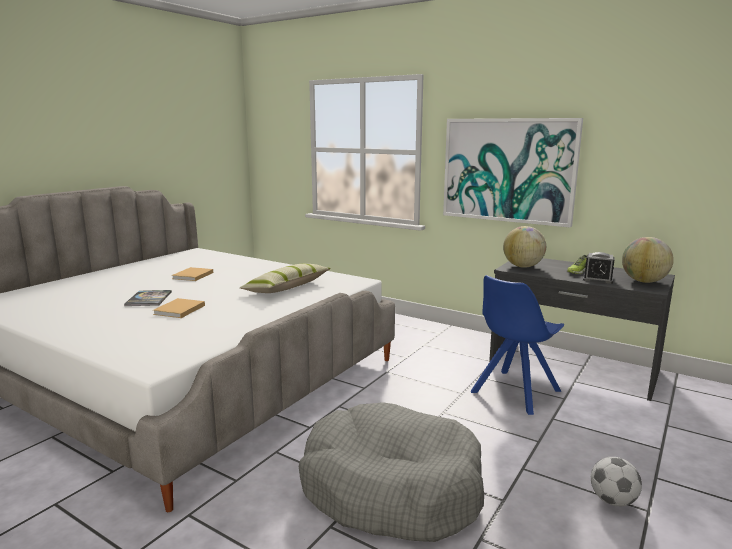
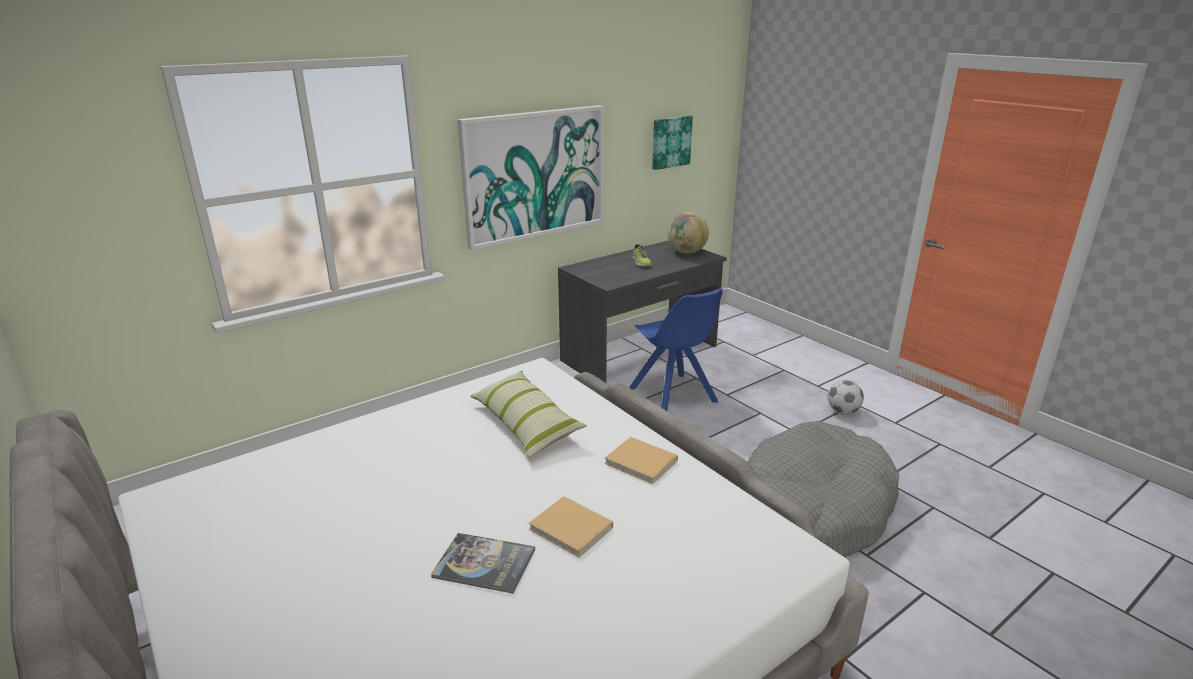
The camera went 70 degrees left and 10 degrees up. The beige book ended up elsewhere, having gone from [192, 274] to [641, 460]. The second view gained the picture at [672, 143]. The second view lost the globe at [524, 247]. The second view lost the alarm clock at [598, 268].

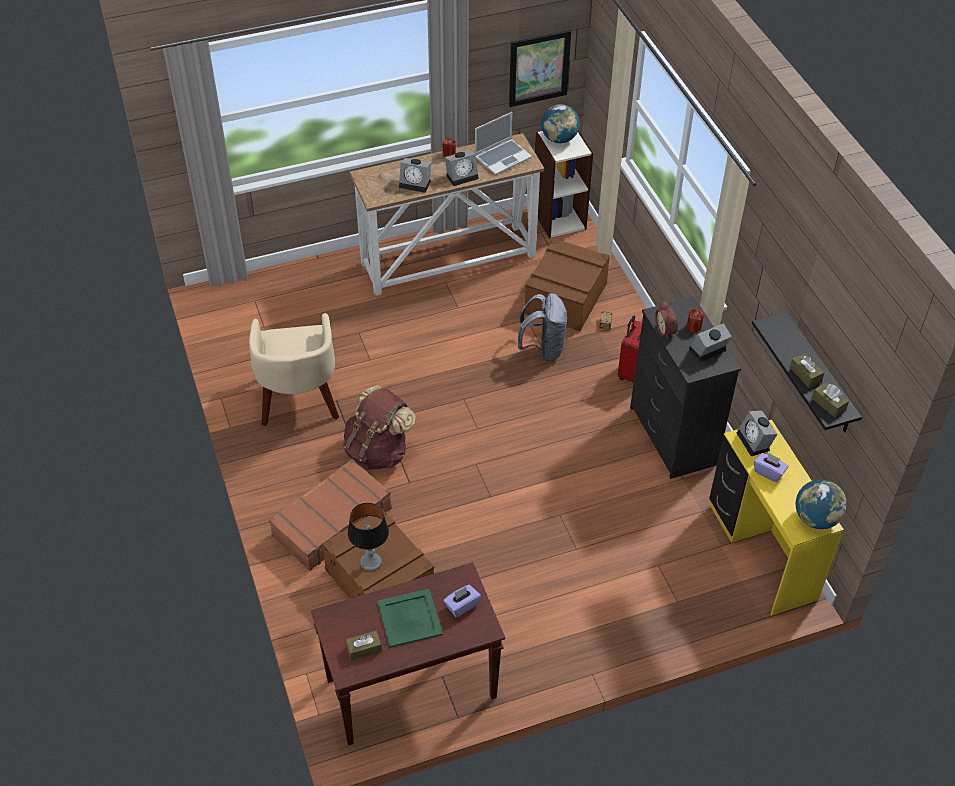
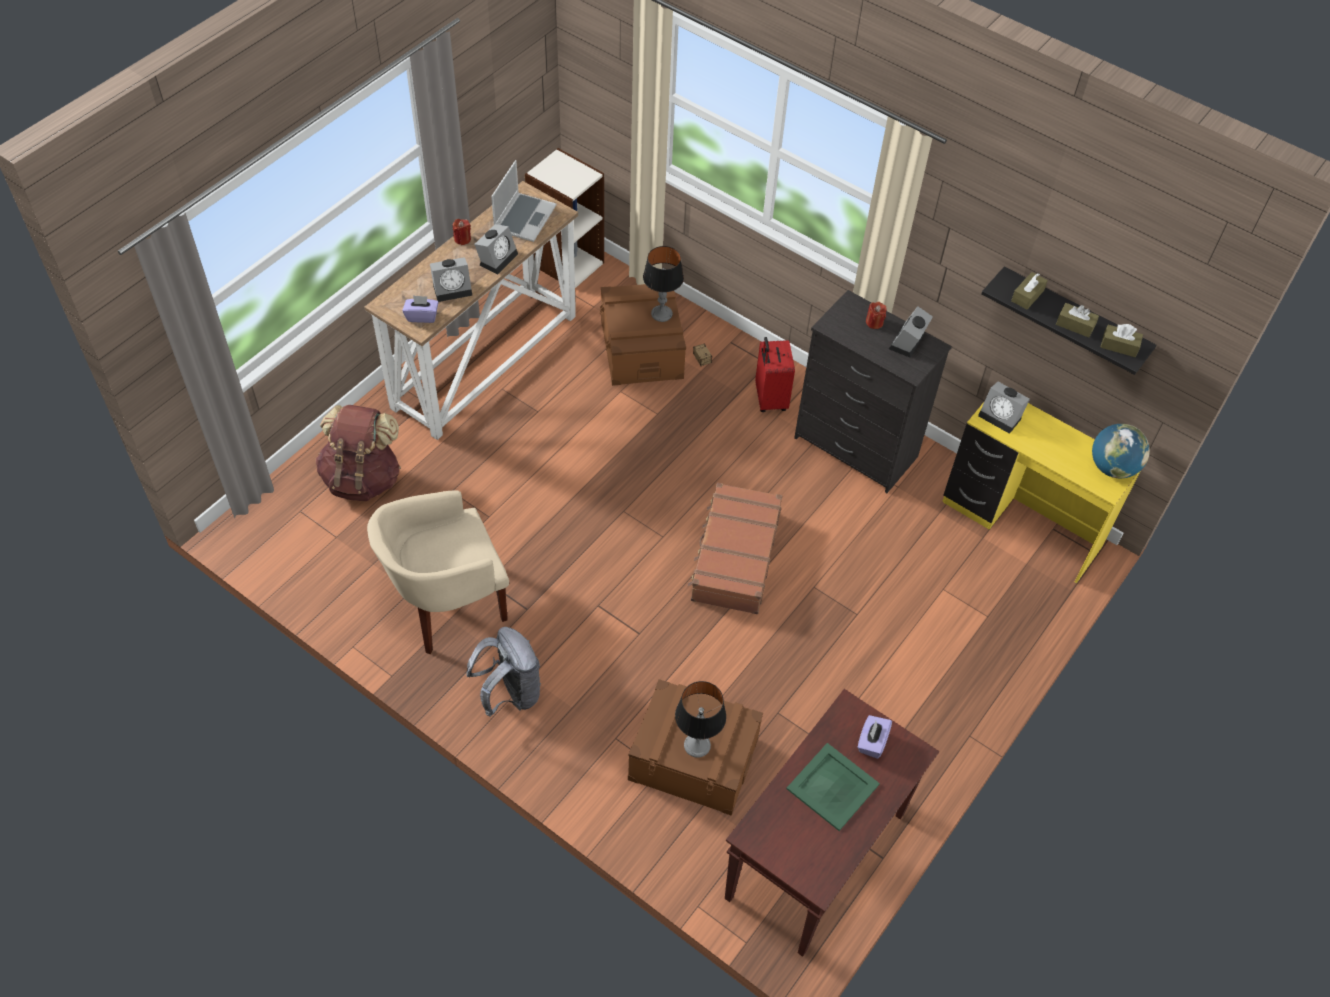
The camera went 35 degrees left and 5 degrees up. The brown backpack ended up elsewhere, having gone from [379, 427] to [358, 453]. The beige armchair at [294, 369] ended up facing another way, 105 degrees clockwise from before. The purple tissue box ended up elsewhere, having gone from [771, 467] to [421, 309]. The grey backpack ended up elsewhere, having gone from [542, 327] to [503, 672]. The second view gained the table lamp at [663, 284]. The brown suitcase ended up elsewhere, having gone from [330, 515] to [735, 548]. The brown tissue box ended up elsewhere, having gone from [364, 646] to [1029, 290]. The second view lost the picture at [540, 68]. The second view lost the globe at [560, 123]. The second view lost the alarm clock at [666, 320].

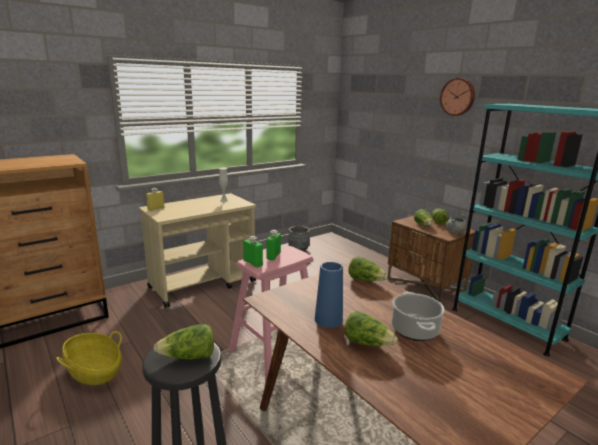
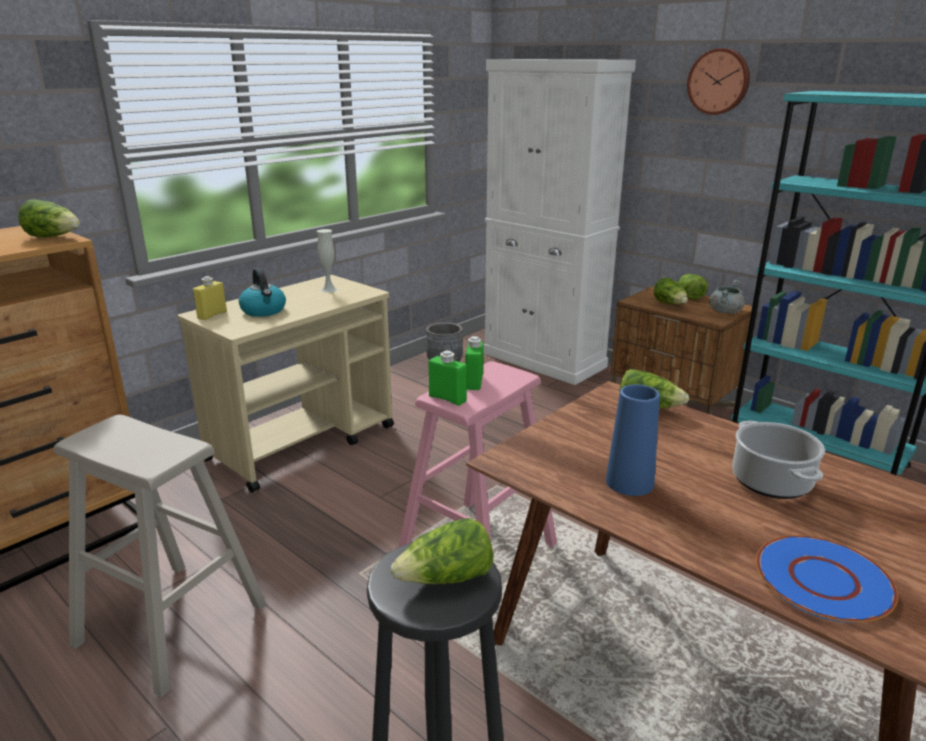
The camera went 10 degrees left and 5 degrees up. The lettuce ended up elsewhere, having gone from [371, 328] to [49, 218]. Where the basket stood at [89, 358], the beige stool came to stand at [160, 556]. The second view gained the kettle at [262, 292]. The second view gained the white cabinet at [559, 222]. The second view gained the blue plate at [827, 579].

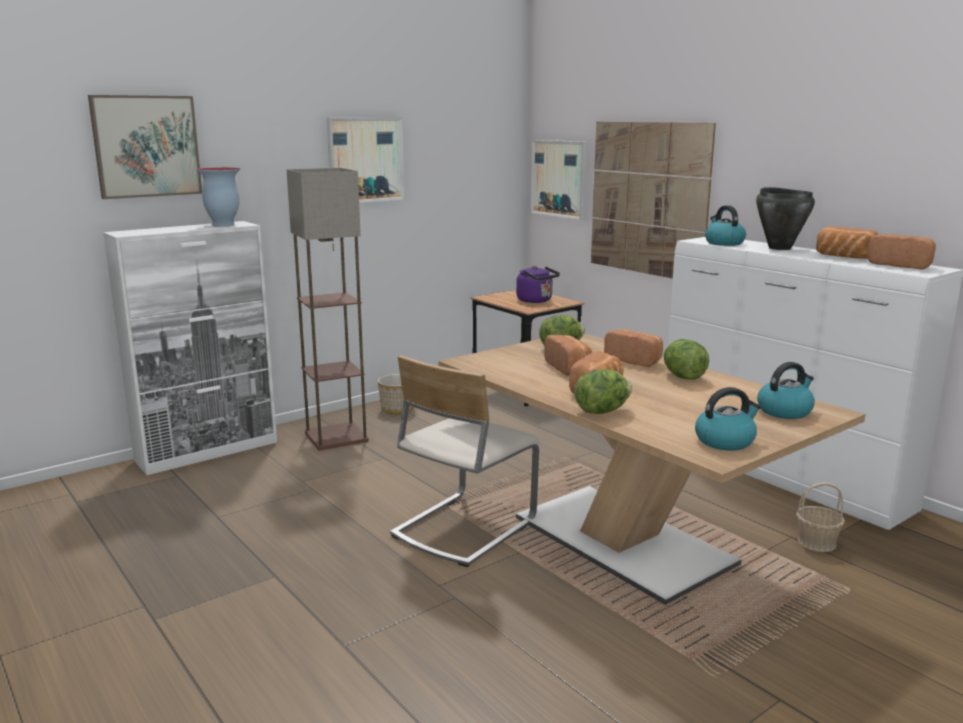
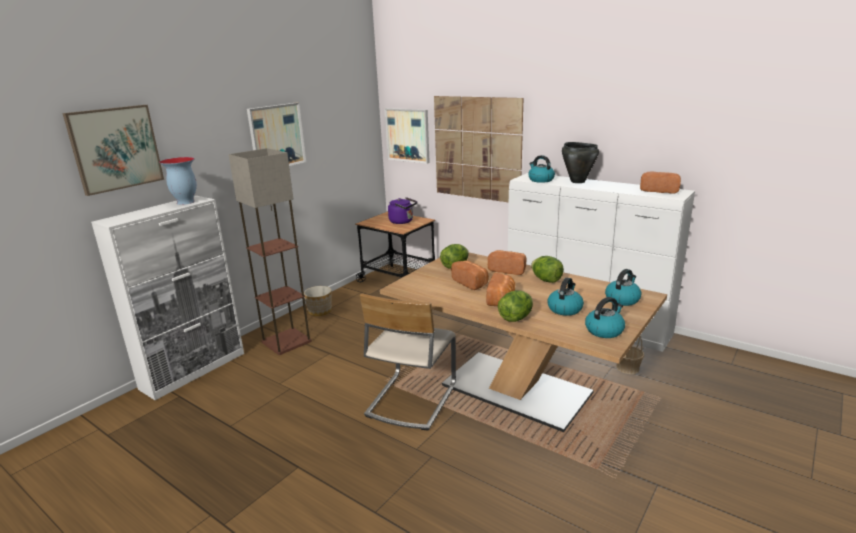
The camera went 15 degrees left and 5 degrees up. The second view gained the kettle at [565, 296]. The second view lost the bread at [847, 242].

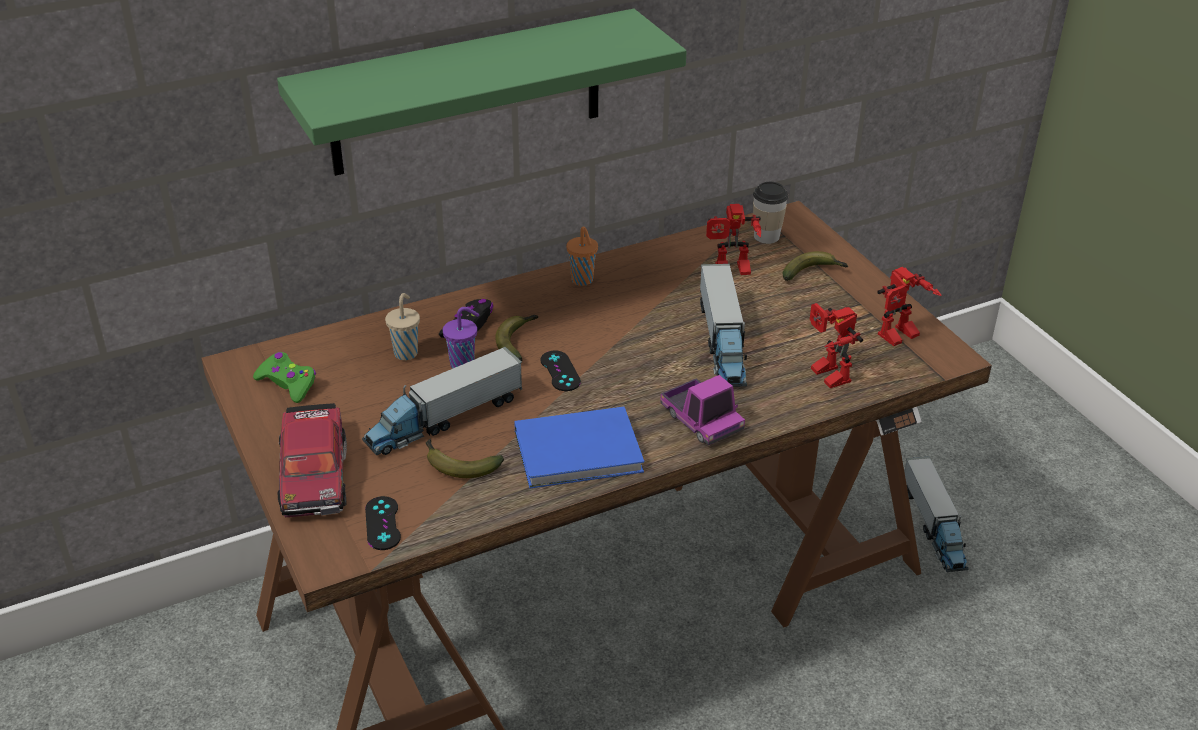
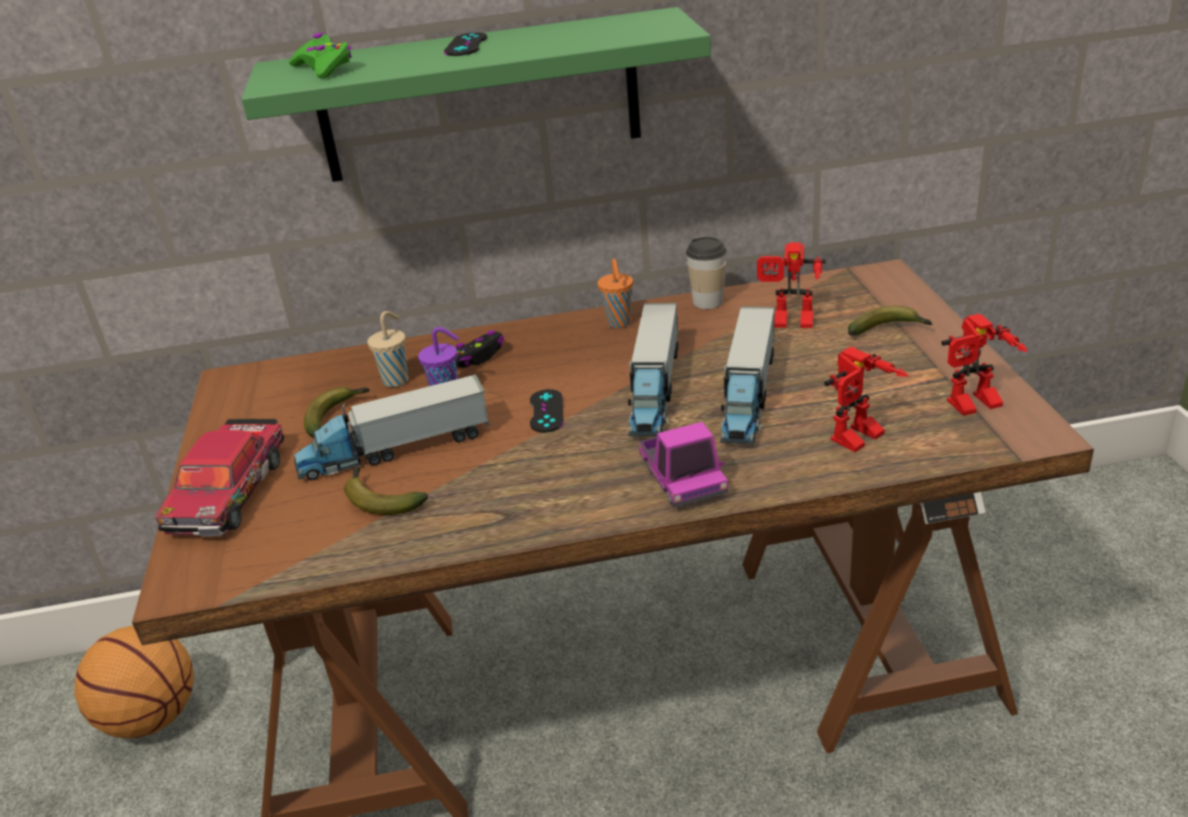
The camera went 20 degrees right and 5 degrees down. The second view gained the basketball at [134, 682]. The green game controller ended up elsewhere, having gone from [284, 377] to [320, 55]. The banana ended up elsewhere, having gone from [516, 338] to [337, 412]. The black game controller ended up elsewhere, having gone from [383, 523] to [465, 44]. The toy truck ended up elsewhere, having gone from [936, 514] to [653, 370]. The cup ended up elsewhere, having gone from [770, 213] to [706, 273]. The toy robot at [836, 345] ended up facing another way, 120 degrees counterclockwise from before. The second view lost the blue book at [579, 447].

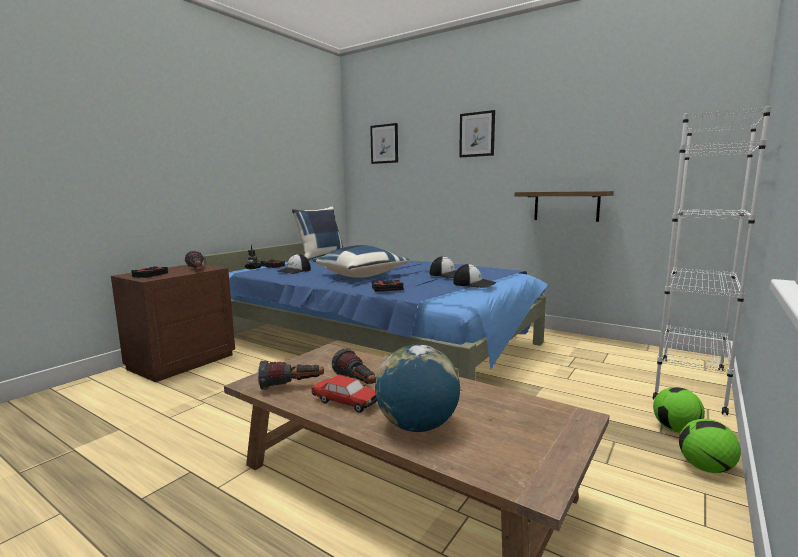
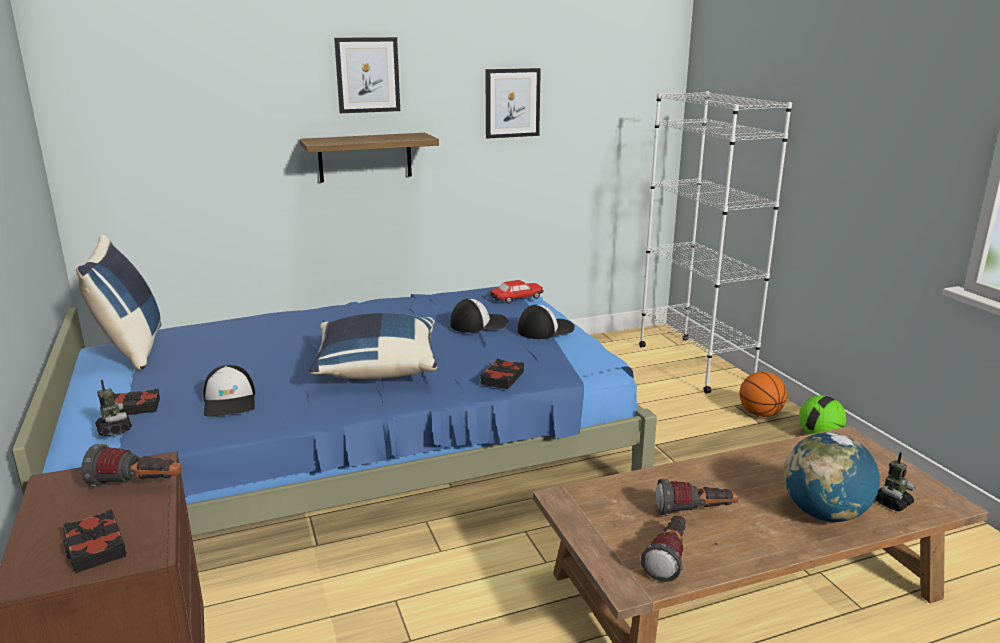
The camera went 55 degrees left and 10 degrees up. The shelf ended up elsewhere, having gone from [564, 206] to [369, 158]. The picture ended up elsewhere, having gone from [384, 143] to [513, 103]. The toy car ended up elsewhere, having gone from [344, 394] to [516, 291]. Where the football stood at [679, 409], the basketball came to stand at [763, 394]. The second view gained the toy robot at [895, 481].

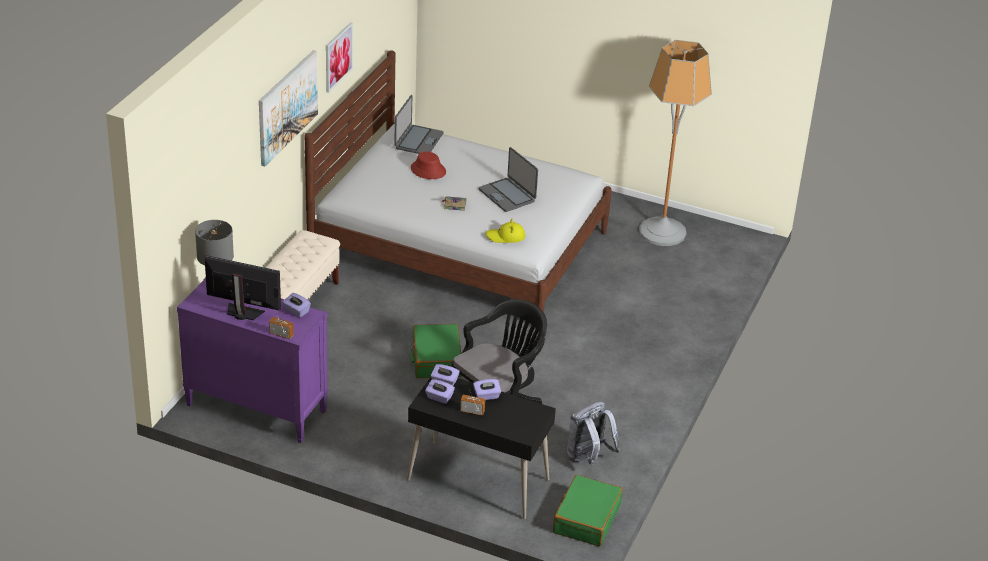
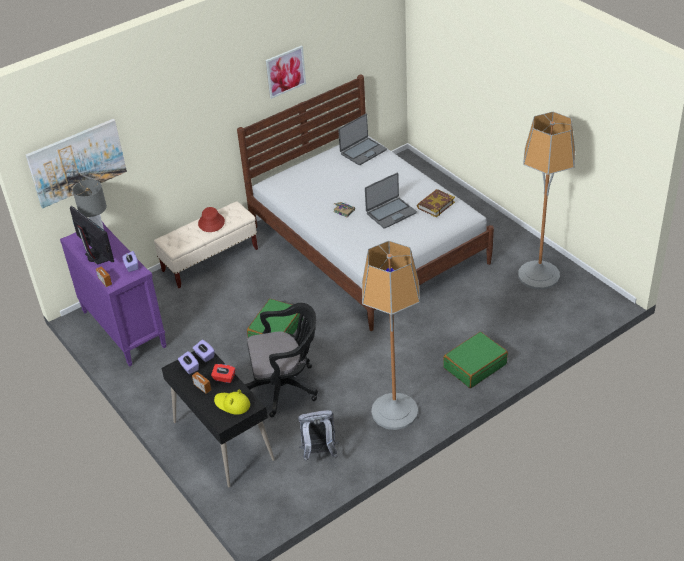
The camera went 35 degrees right and 5 degrees up. The picture ended up elsewhere, having gone from [288, 108] to [76, 163]. The red hat ended up elsewhere, having gone from [428, 165] to [211, 219]. What was the purple tissue box at [487, 389] turned into the red tissue box at [223, 373]. The yellow hat ended up elsewhere, having gone from [505, 231] to [232, 402]. The second view gained the floor lamp at [391, 335]. The laptop at [508, 179] ended up facing another way, 120 degrees counterclockwise from before. The second view gained the book at [436, 203]. The green suitcase ended up elsewhere, having gone from [588, 510] to [475, 360].

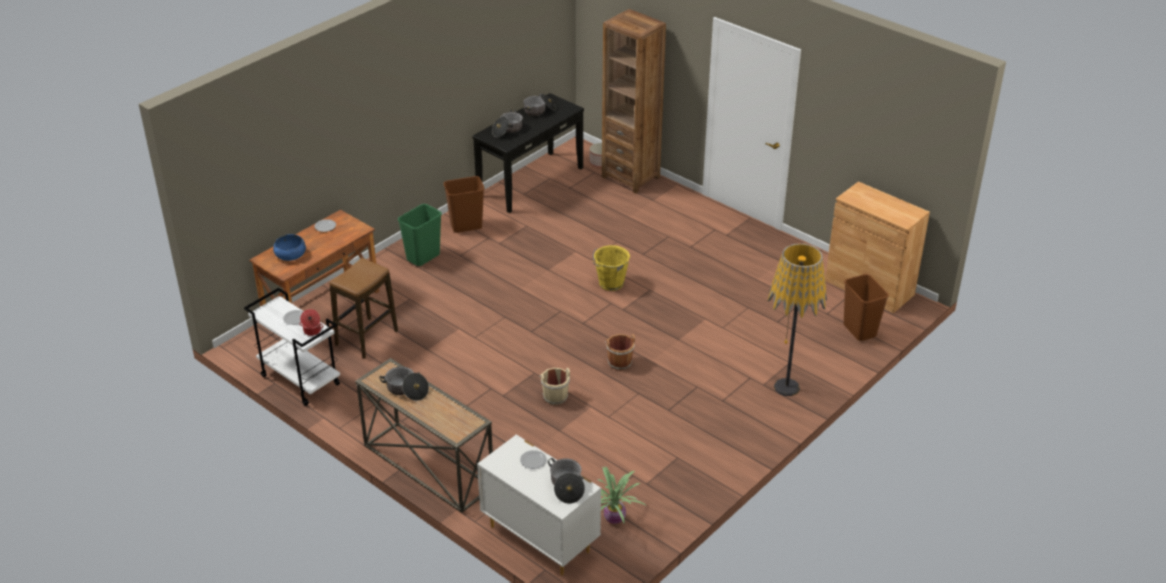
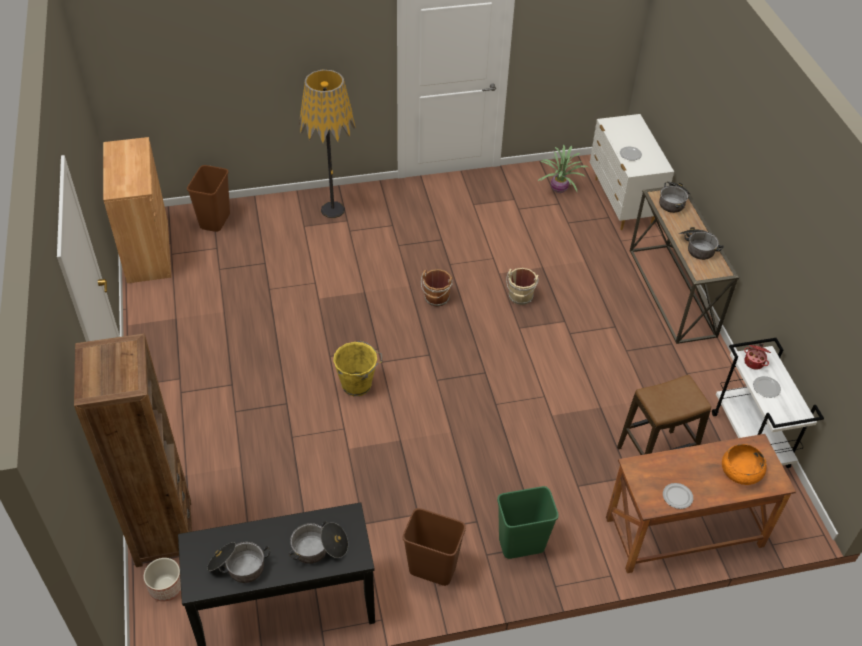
The camera went 145 degrees left and 10 degrees up. The cooking pot ended up elsewhere, having gone from [566, 481] to [674, 197]. What was the blue bowl at [289, 247] turned into the orange bowl at [744, 464].

